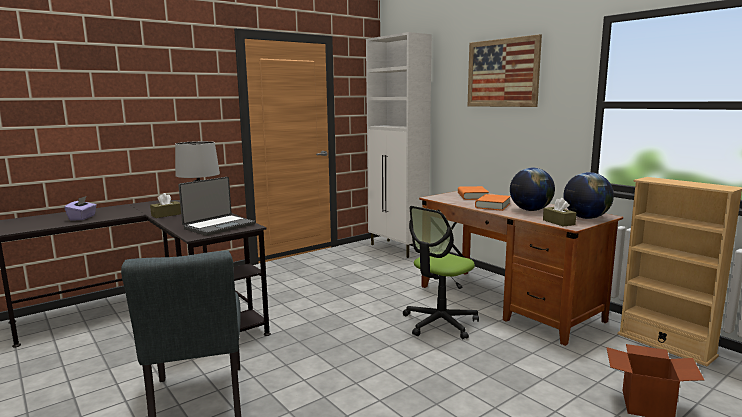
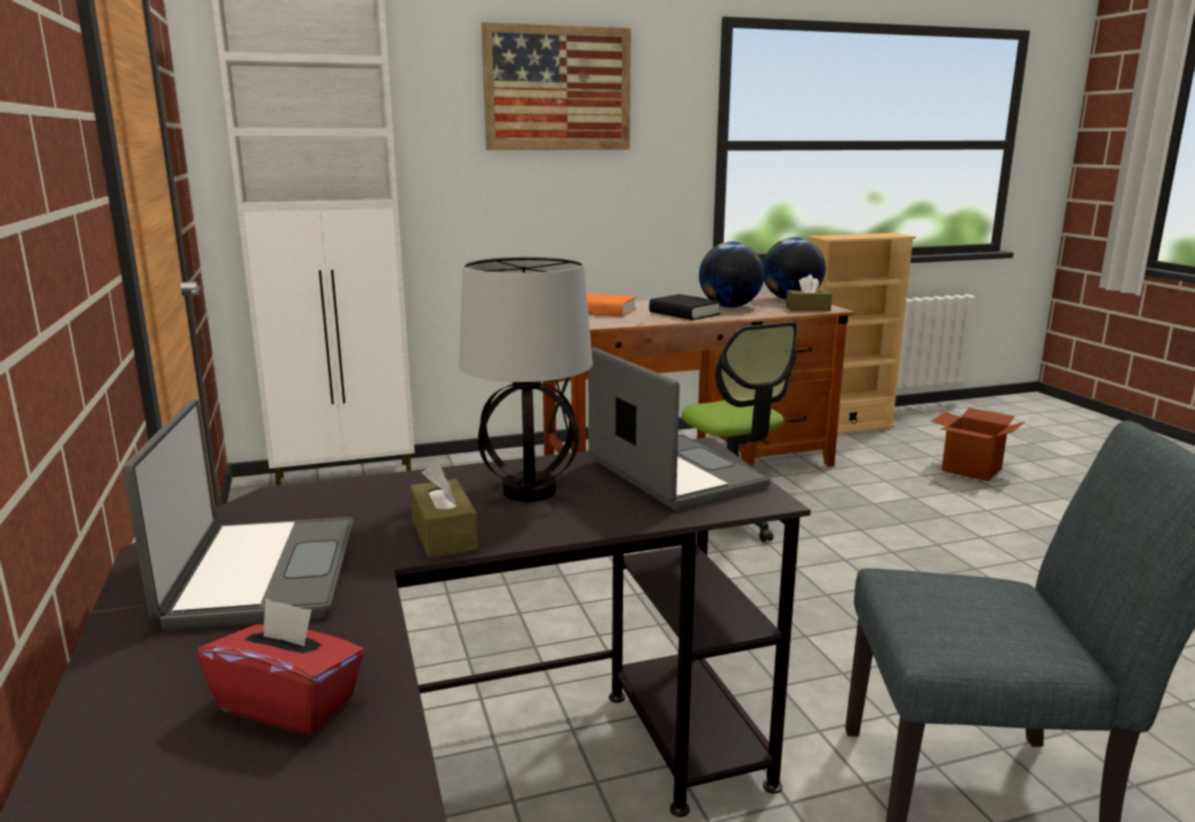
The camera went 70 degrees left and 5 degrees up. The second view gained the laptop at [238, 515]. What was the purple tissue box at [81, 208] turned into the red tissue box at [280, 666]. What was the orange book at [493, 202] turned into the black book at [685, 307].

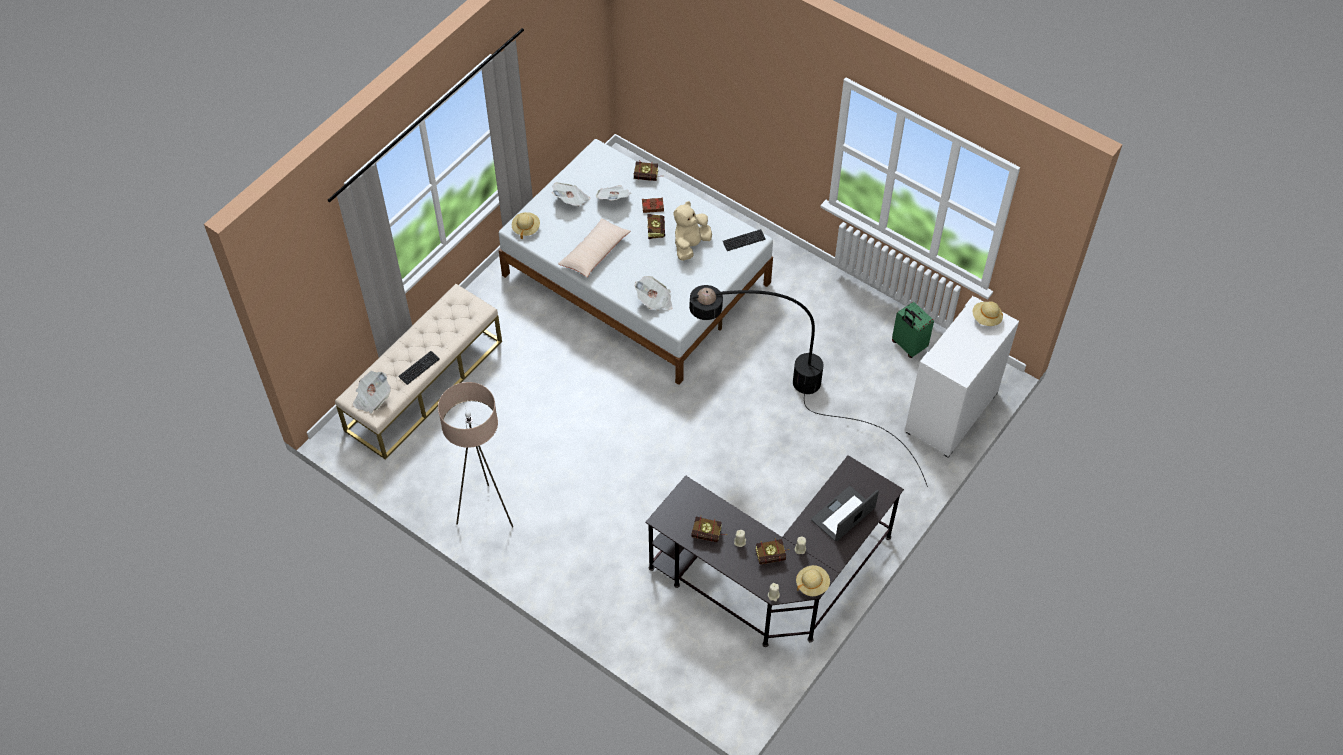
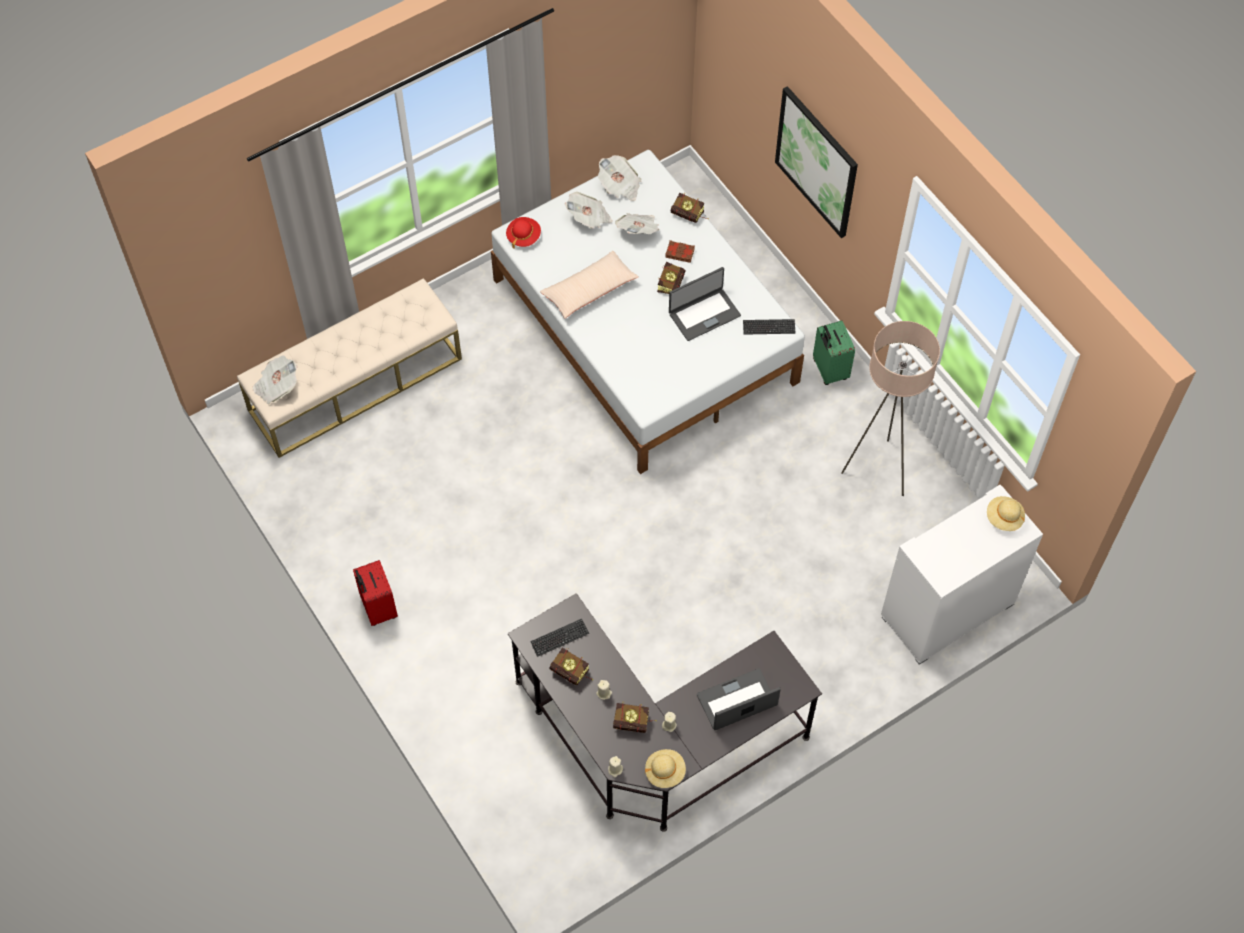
The camera went 20 degrees right and 5 degrees up. The second view gained the red suitcase at [375, 593]. What was the beige hat at [526, 226] turned into the red hat at [523, 233]. The keyboard ended up elsewhere, having gone from [419, 368] to [559, 638]. The newspaper ended up elsewhere, having gone from [653, 293] to [620, 178]. Where the beige plush toy stood at [692, 231], the laptop came to stand at [705, 304]. The second view gained the picture at [816, 162]. The green suitcase ended up elsewhere, having gone from [913, 330] to [834, 352]. The beige floor lamp ended up elsewhere, having gone from [475, 455] to [890, 408]. The second view lost the black floor lamp at [808, 386].

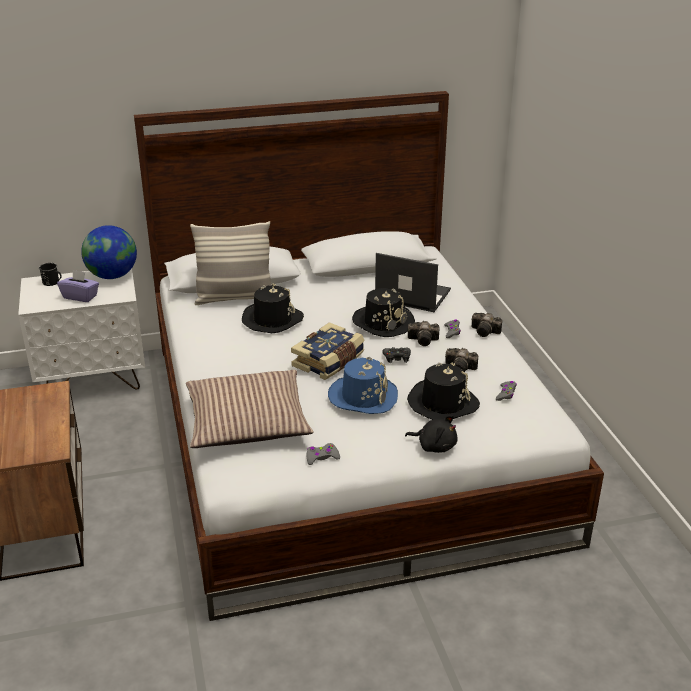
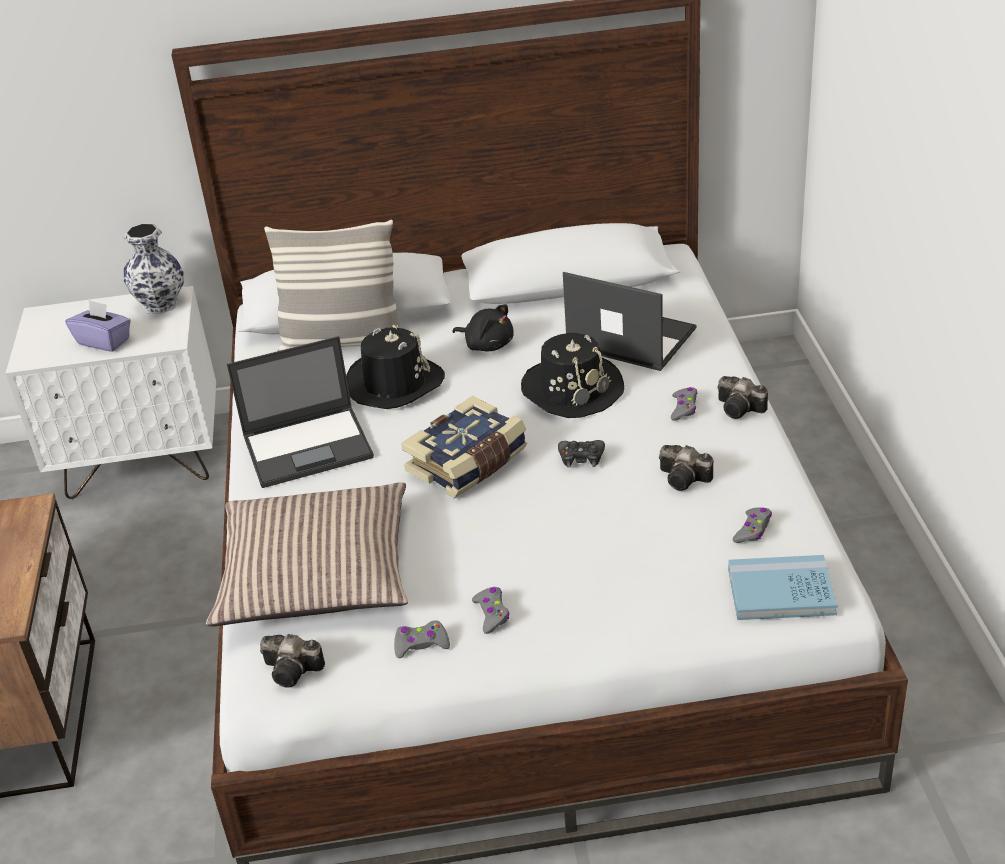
The camera went 10 degrees right and 5 degrees up. Where the globe stood at [109, 252], the vase came to stand at [154, 269]. The second view gained the laptop at [300, 412]. The photo camera ended up elsewhere, having gone from [423, 333] to [292, 661]. The black plush toy ended up elsewhere, having gone from [431, 434] to [483, 327]. The second view gained the grey game controller at [490, 610]. The second view gained the blue book at [782, 587]. The second view lost the black mug at [50, 274]. The second view lost the blue hat at [363, 385]. The second view lost the black hat at [443, 391].

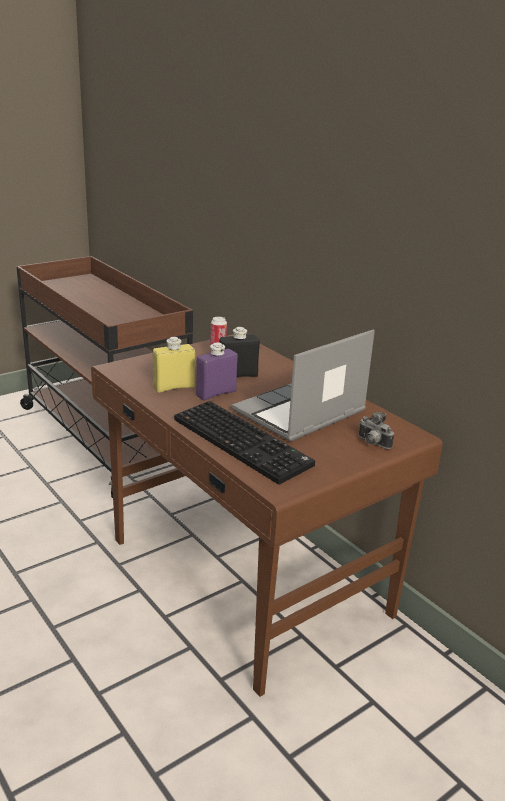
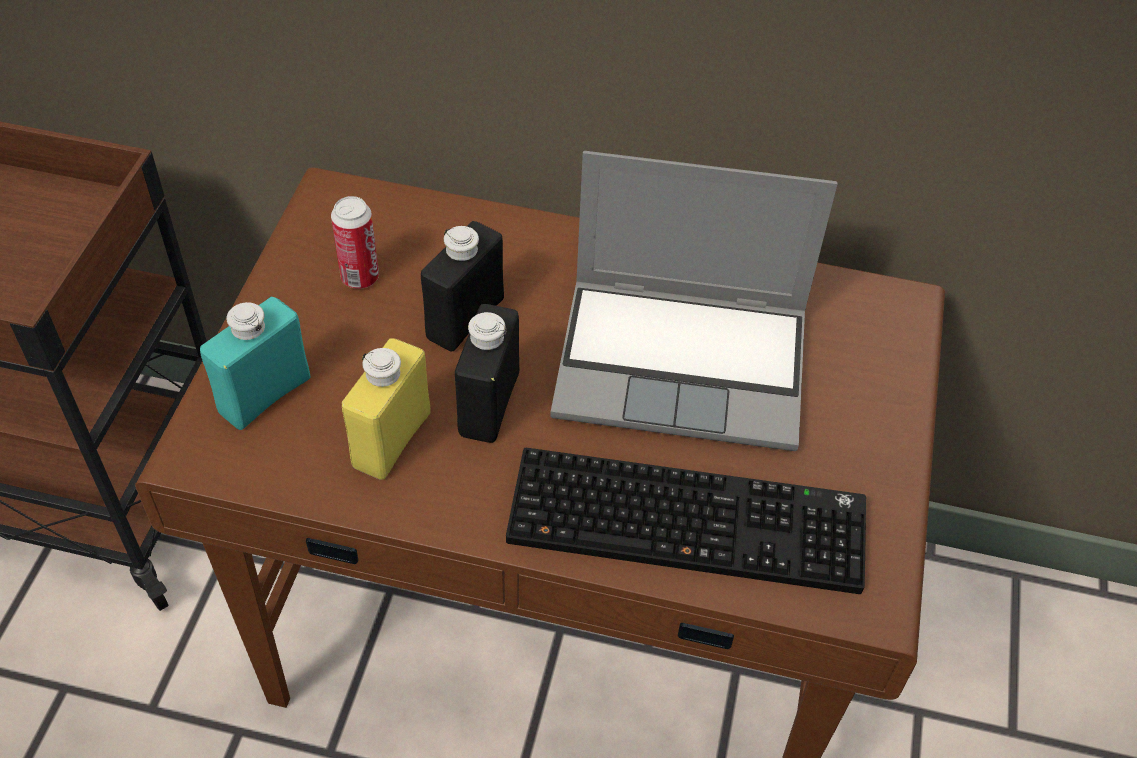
The camera went 40 degrees left and 25 degrees up. The second view gained the turquoise bottle at [255, 363]. What was the purple bottle at [217, 371] turned into the black bottle at [487, 373]. The laptop at [303, 385] ended up facing another way, 90 degrees counterclockwise from before. The second view lost the photo camera at [376, 430].

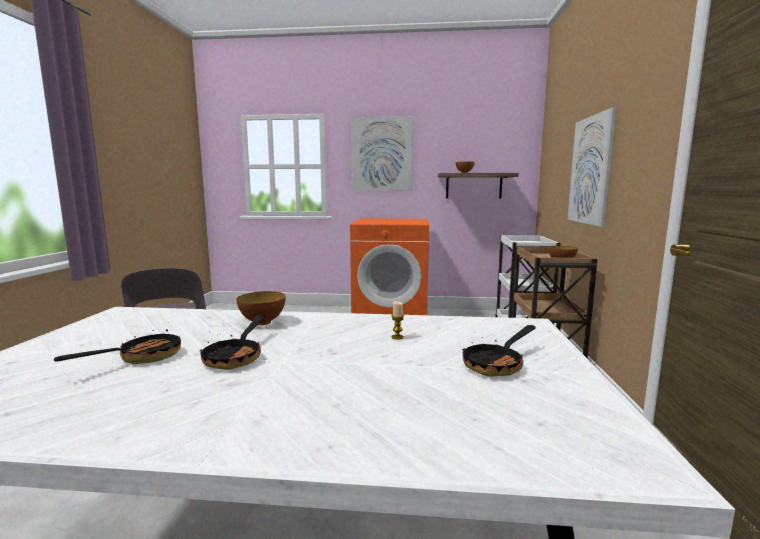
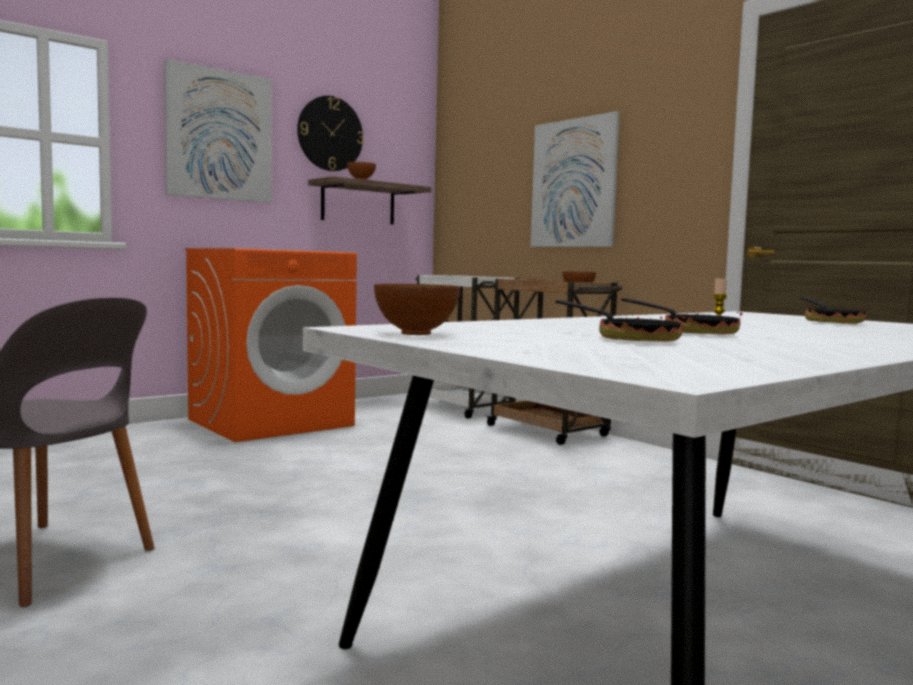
The camera went 45 degrees left and 5 degrees down. The second view gained the wall clock at [330, 133]. The bowl ended up elsewhere, having gone from [261, 308] to [417, 309]. The frying pan at [117, 343] ended up facing another way, 150 degrees clockwise from before.

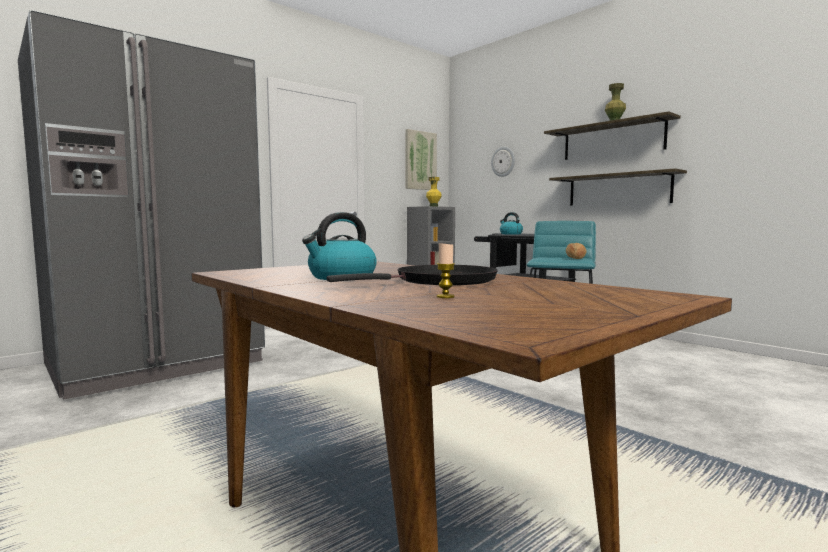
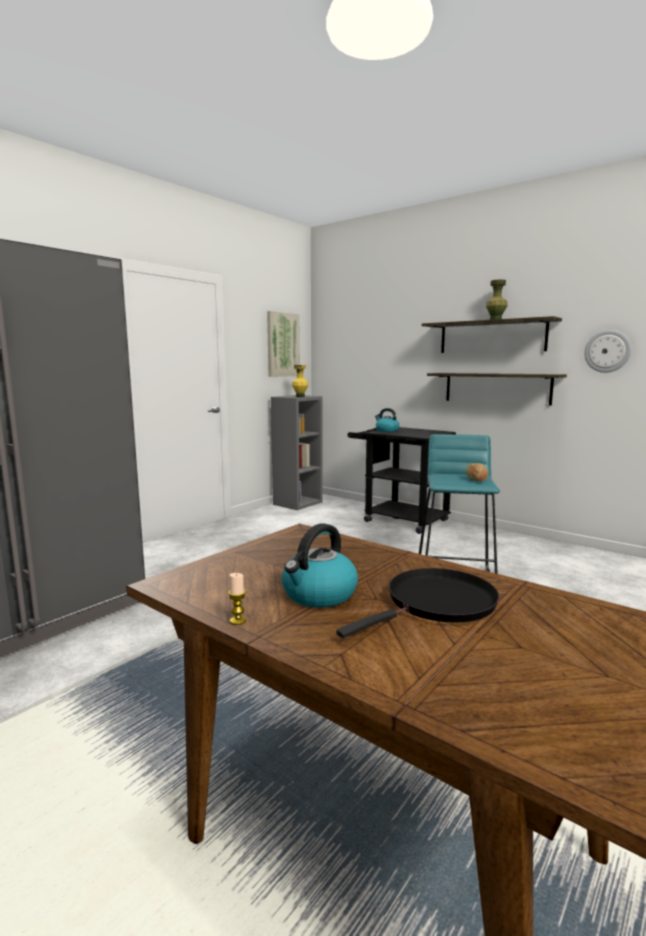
The camera went 10 degrees left and 5 degrees up. The candle ended up elsewhere, having gone from [446, 270] to [237, 599]. The wall clock ended up elsewhere, having gone from [503, 161] to [607, 351].

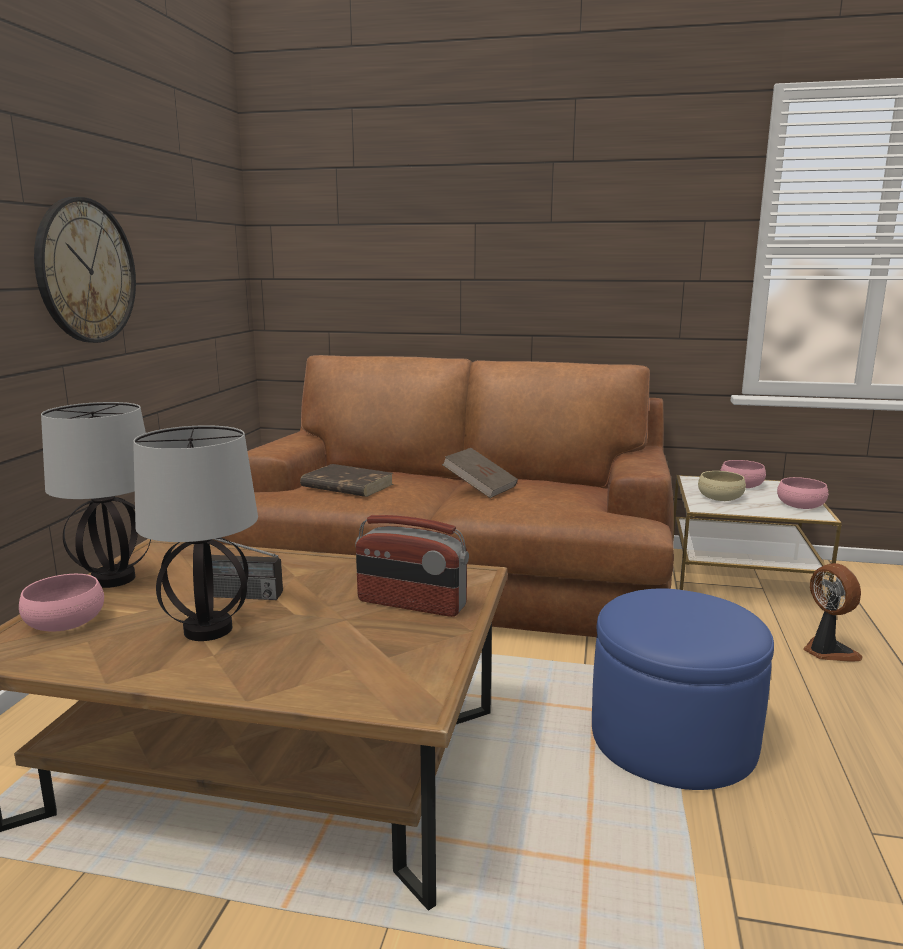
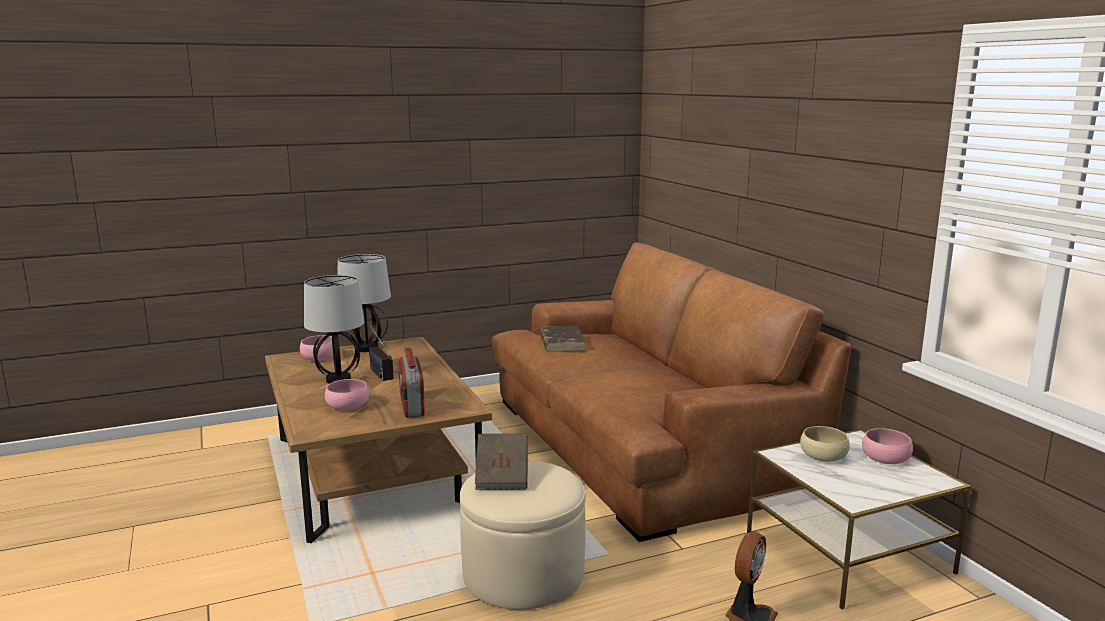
The camera went 55 degrees right and 0 degrees up. The pink bowl ended up elsewhere, having gone from [802, 493] to [347, 394]. What was the blue ottoman at [683, 689] turned into the beige ottoman at [523, 535]. The brown book ended up elsewhere, having gone from [480, 473] to [501, 462]. The second view lost the wall clock at [85, 270].

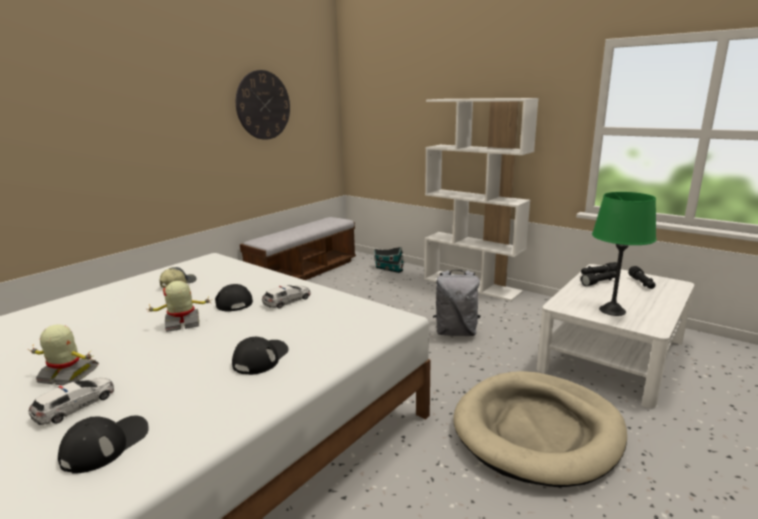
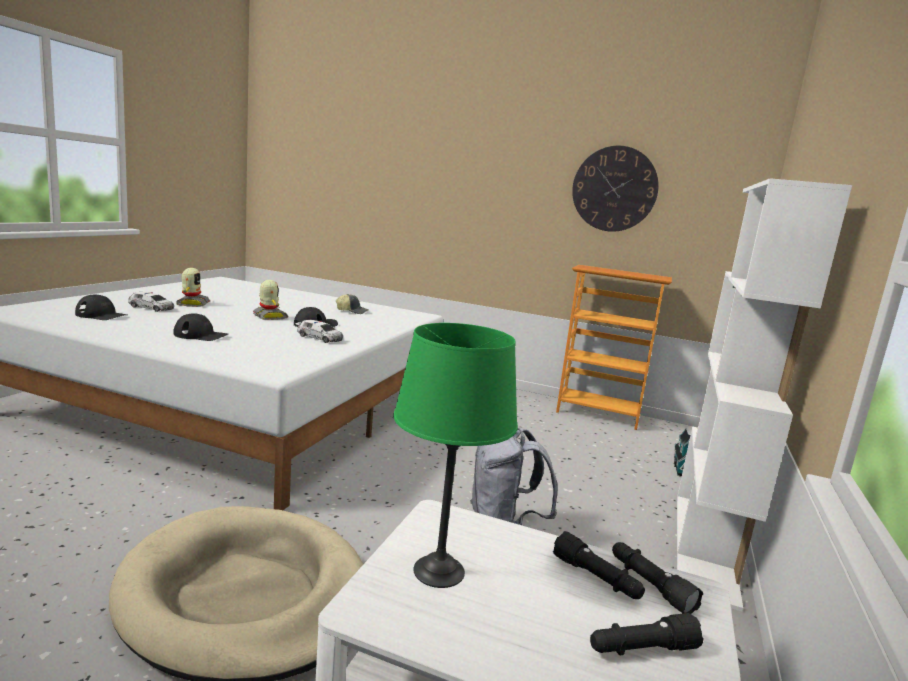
The camera went 70 degrees right and 5 degrees down. Where the bench stood at [298, 248], the bookcase came to stand at [614, 347].

